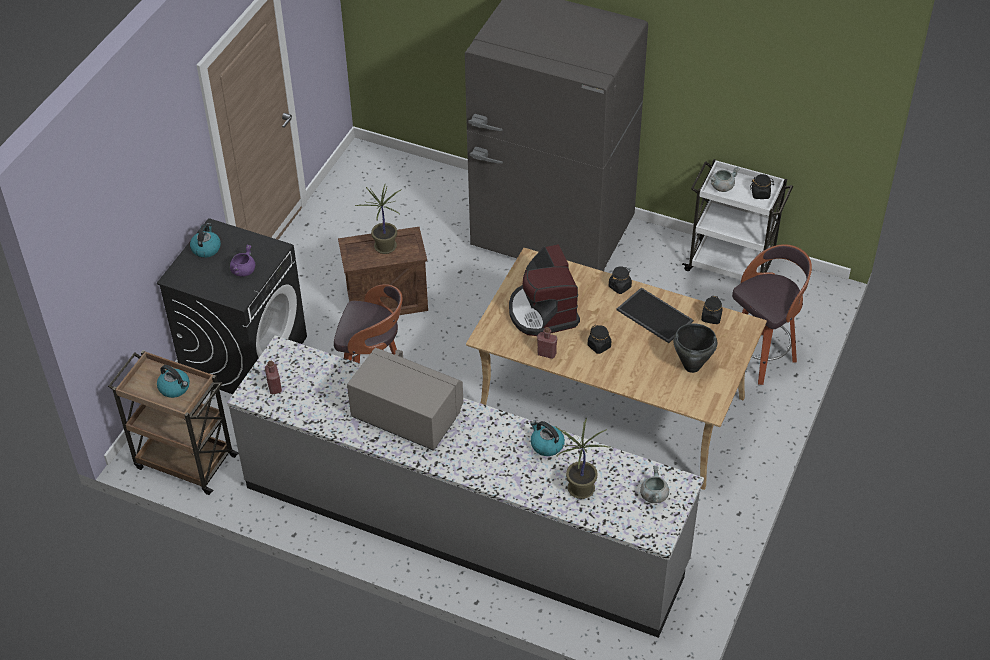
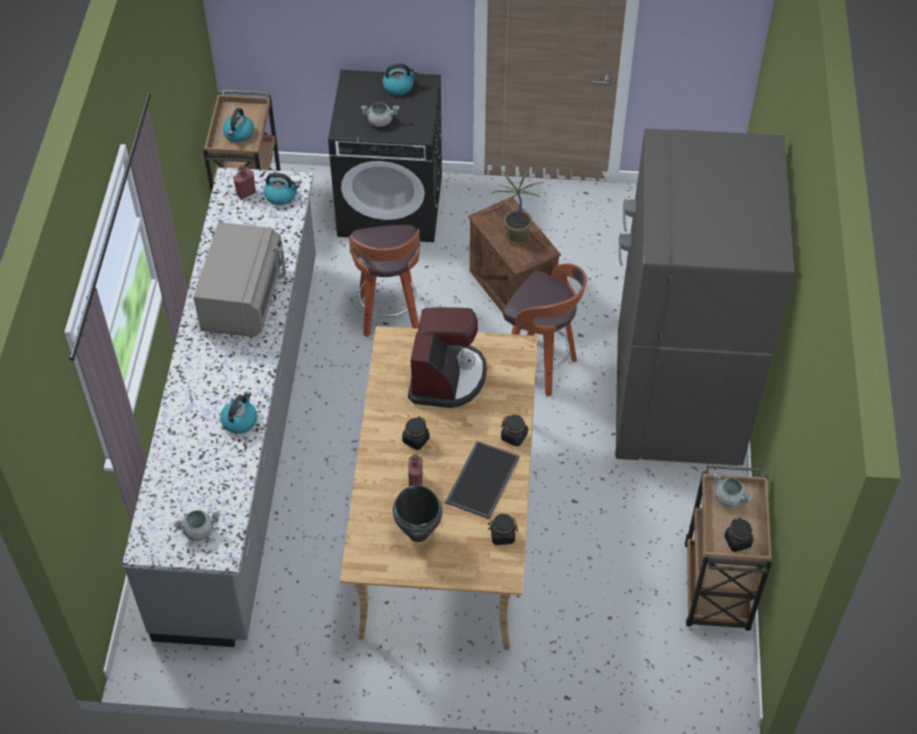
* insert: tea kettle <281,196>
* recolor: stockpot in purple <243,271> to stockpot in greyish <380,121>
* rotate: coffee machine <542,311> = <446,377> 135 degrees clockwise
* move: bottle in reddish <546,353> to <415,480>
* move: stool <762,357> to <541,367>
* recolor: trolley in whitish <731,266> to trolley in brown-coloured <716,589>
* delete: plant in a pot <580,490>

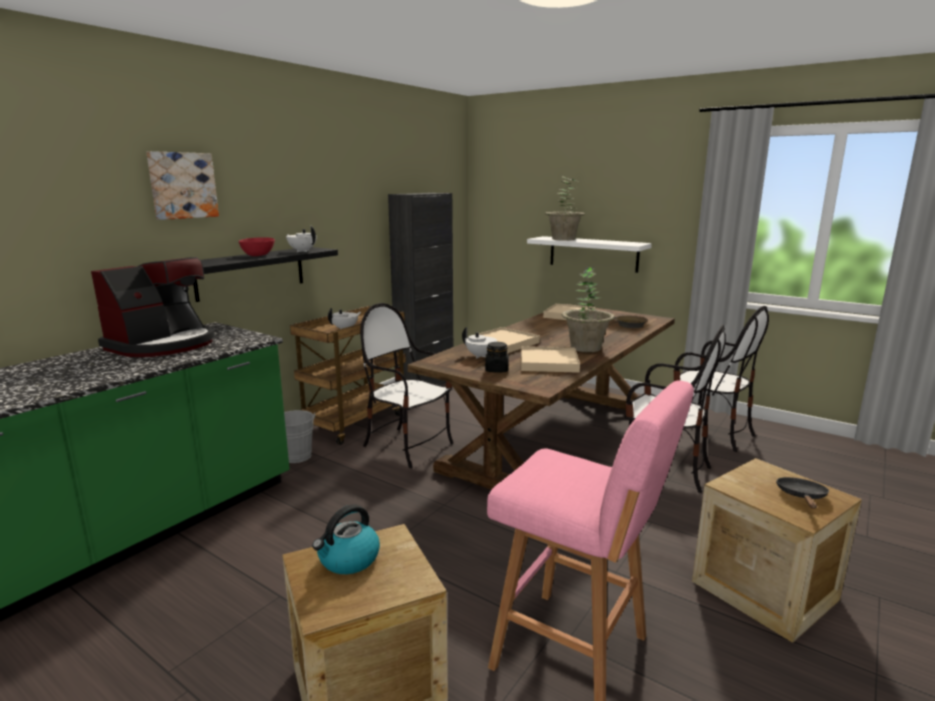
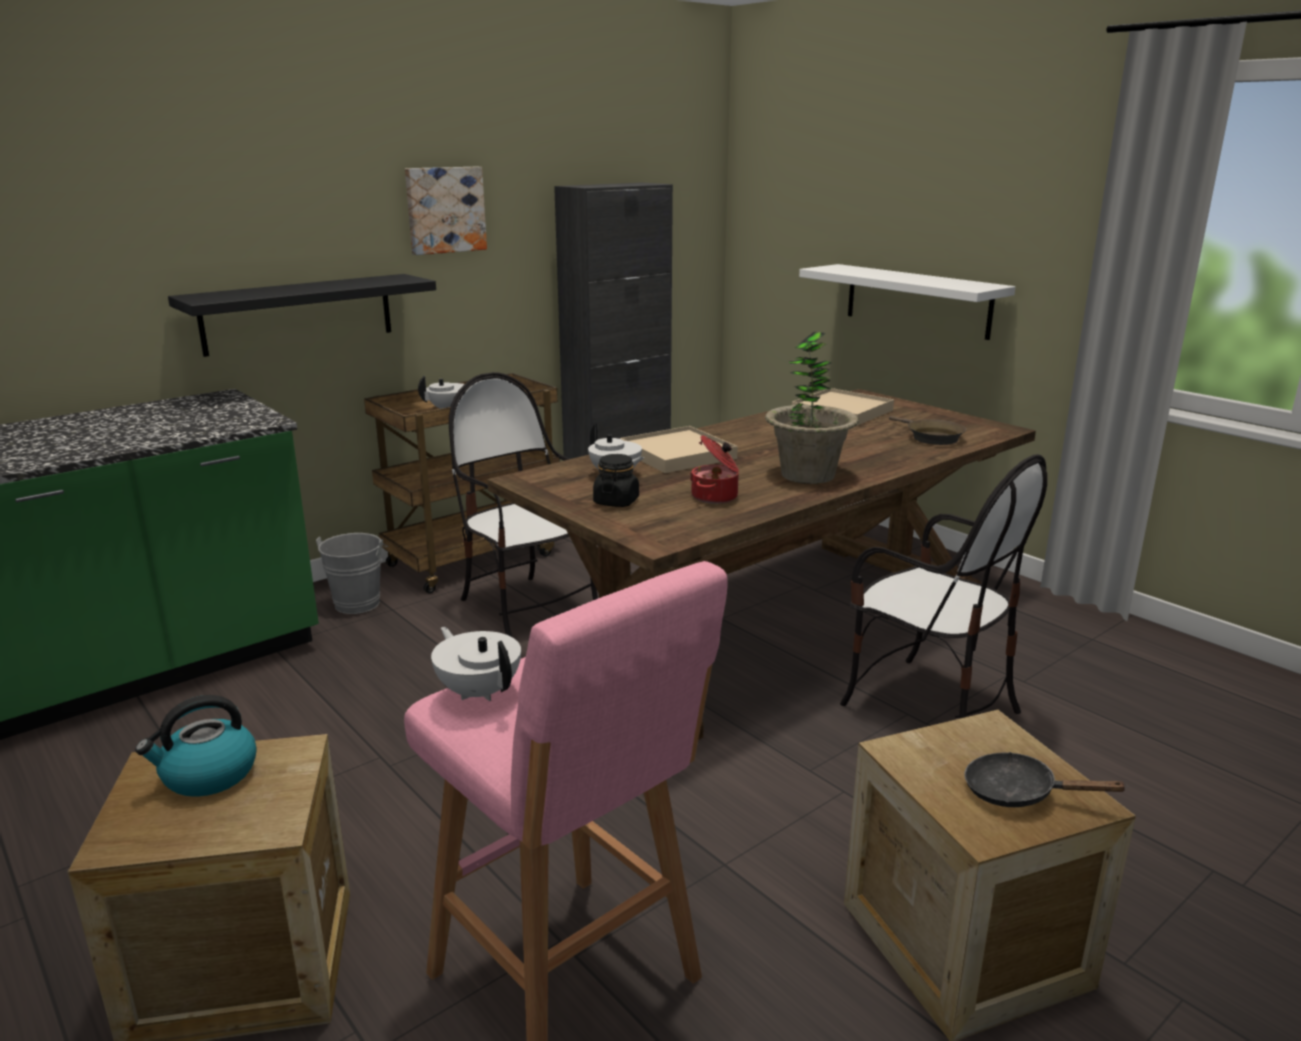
* move: picture <182,185> to <444,210>
* move: teapot in whitish <302,251> to <479,691>
* replace: serving tray in beige-coloured <549,363> to stockpot <716,497>
* rotate: skillet in black <801,497> = <1018,793> 105 degrees counterclockwise
* delete: coffee machine <163,345>
* delete: bowl in reddish <258,255>
* delete: plant in a pot <563,239>
* delete: plain chair <709,433>

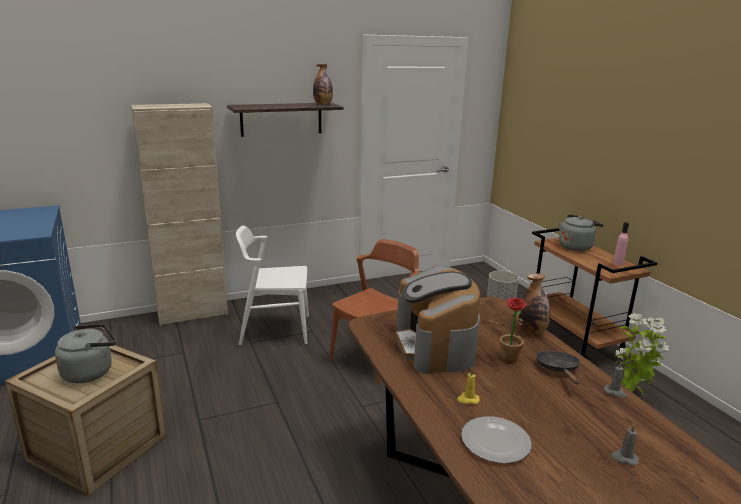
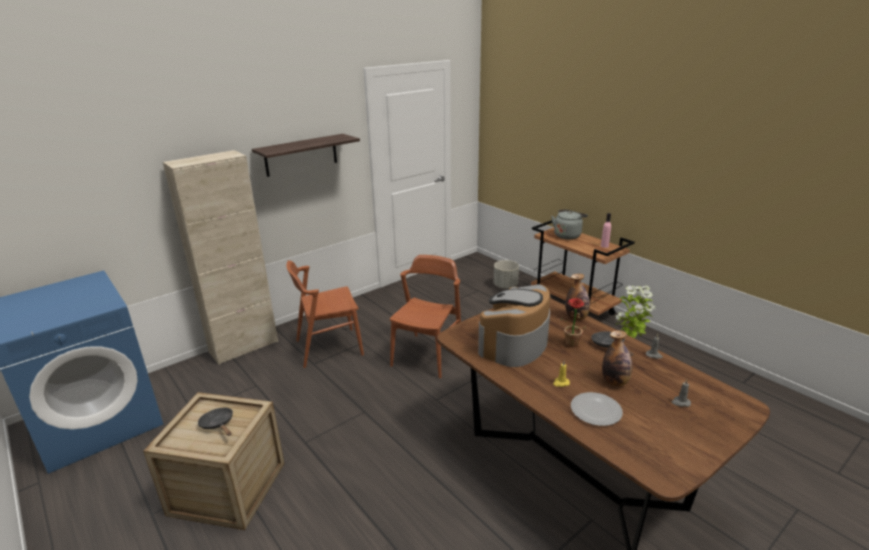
* replace: tea kettle in greyish <90,372> to skillet in black <218,424>
* recolor: plain chair in whitish <275,329> to plain chair in brown-coloured <329,347>
* rotate: coffee machine <435,346> = <514,344> 60 degrees clockwise
* move: bottle <323,104> to <615,382>

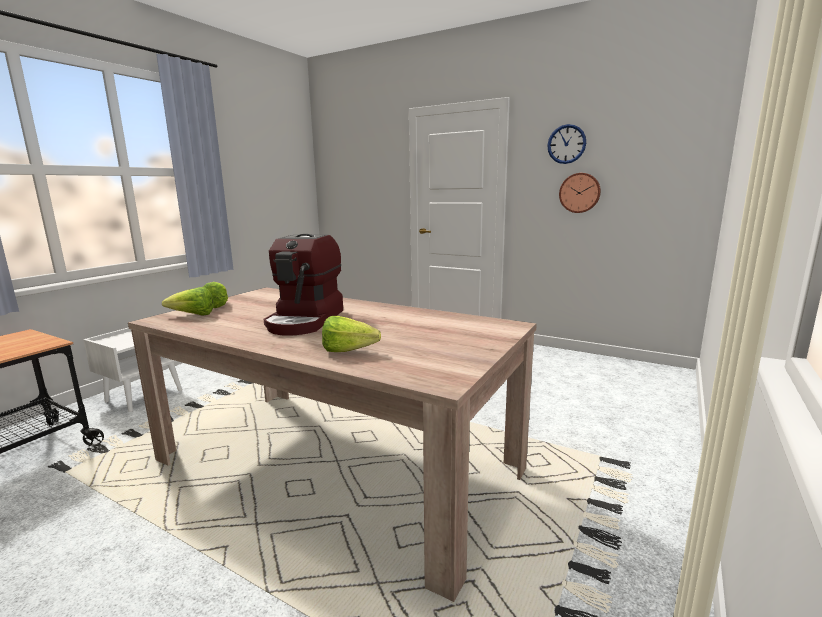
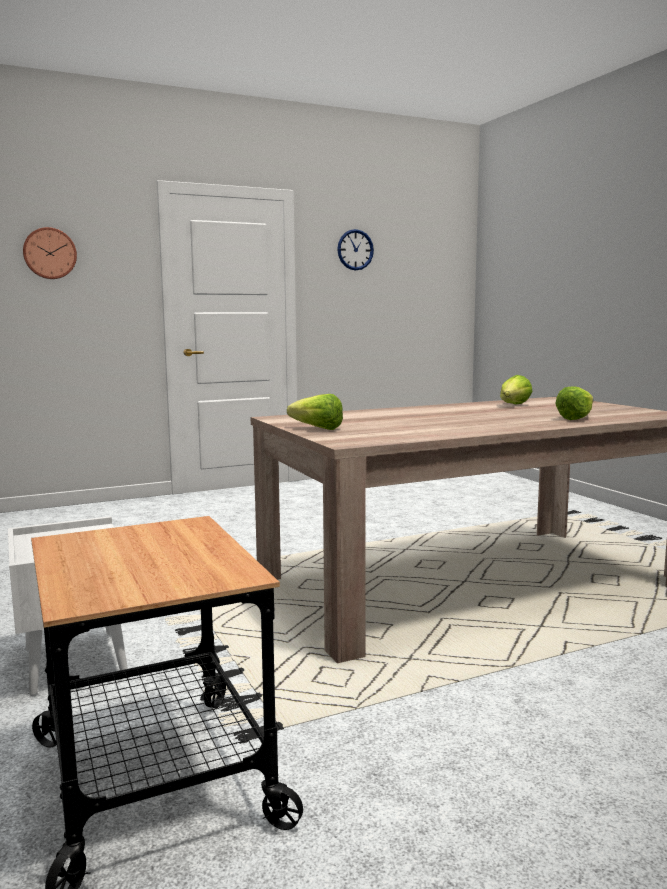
* move: clock on the wall <580,193> to <49,253>
* move: lettuce <193,315> to <514,405>
* delete: coffee machine <306,320>

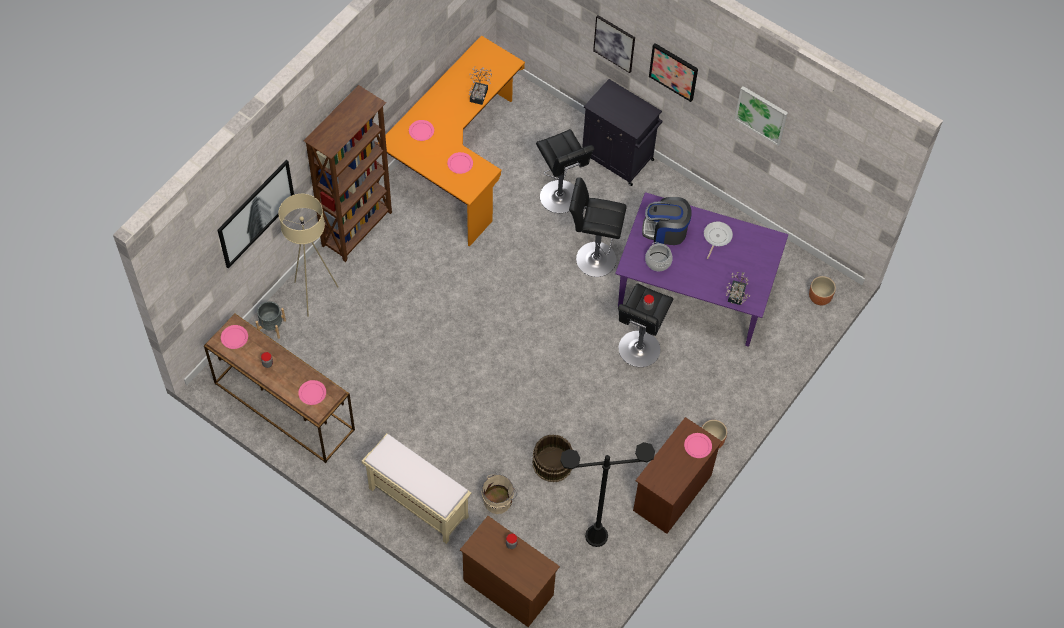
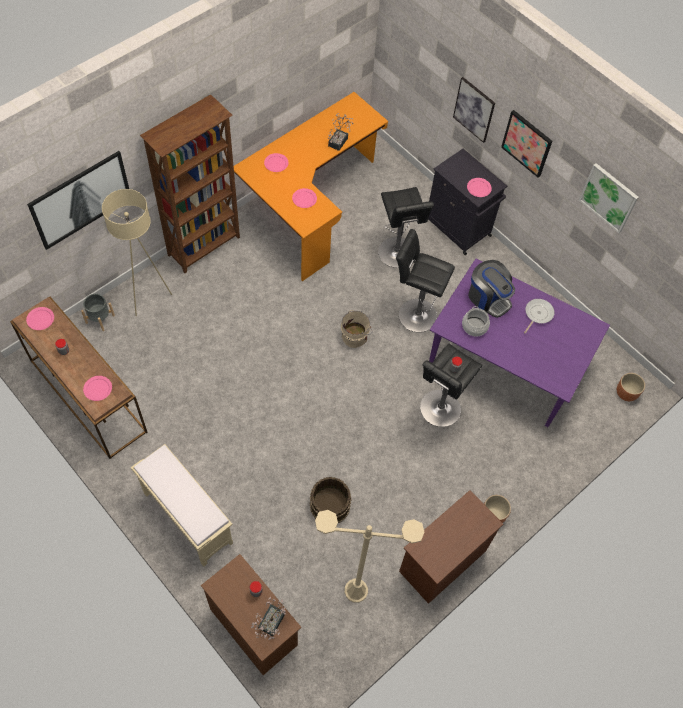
* move: plant in a pot <735,297> to <269,624>
* recolor: standing lamp in black <596,536> to standing lamp in beige-coloured <356,590>
* move: pail in beige-coloured <498,500> to <355,336>
* move: plate in pink-coloured <698,446> to <479,188>
* rotate: coffee machine <665,231> = <488,298> 150 degrees counterclockwise

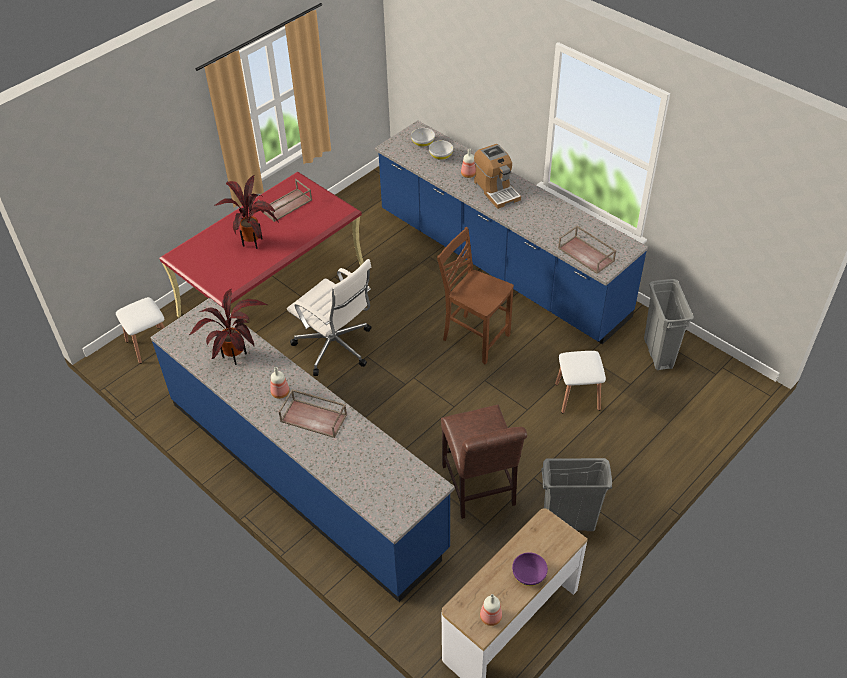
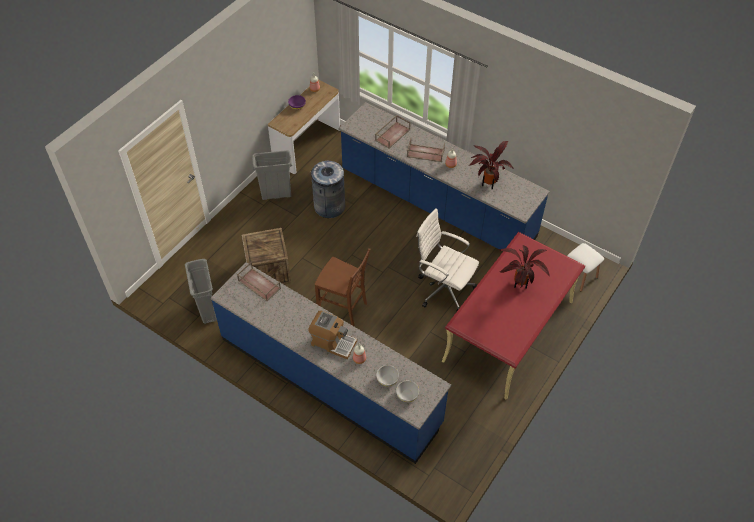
* replace: stool in whitish <577,396> to packing crate <268,270>
* rotate: coffee machine <496,190> = <333,342> 150 degrees clockwise
* replace: plain chair in brown-coloured <479,489> to trash can in greyish <329,206>
* move: serving tray in brown-coloured <285,205> to <392,134>

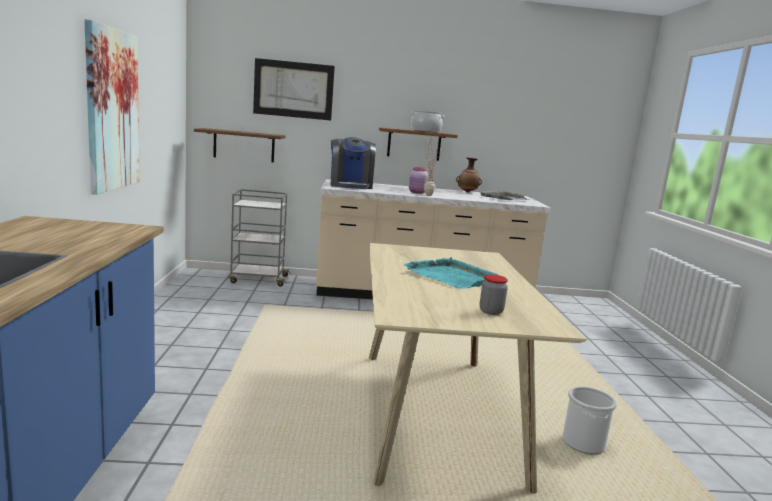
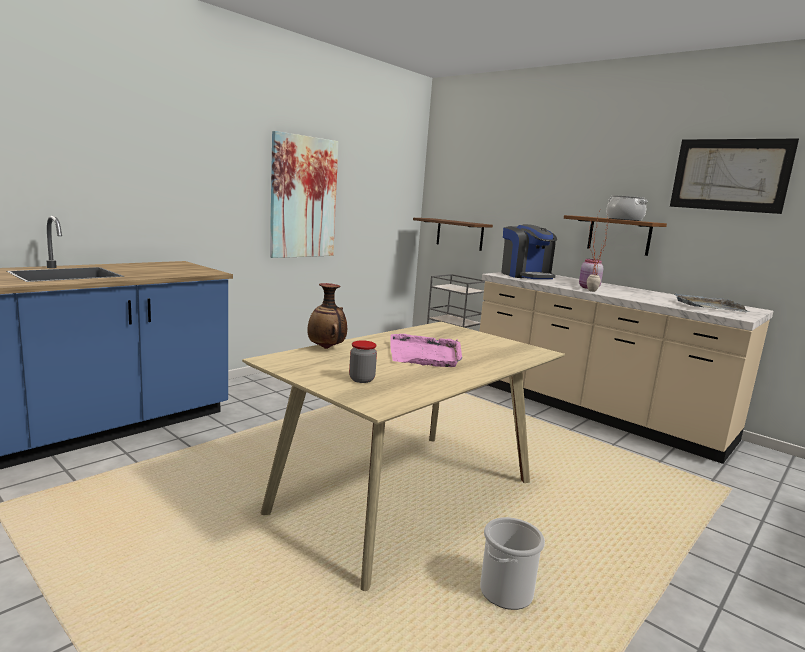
* move: flower vase <467,192> to <327,348>
* recolor: serving tray in turquoise <452,276> to serving tray in pink-coloured <425,354>
* rotate: coffee machine <350,186> = <526,276> 60 degrees counterclockwise
* move: picture <293,89> to <729,175>

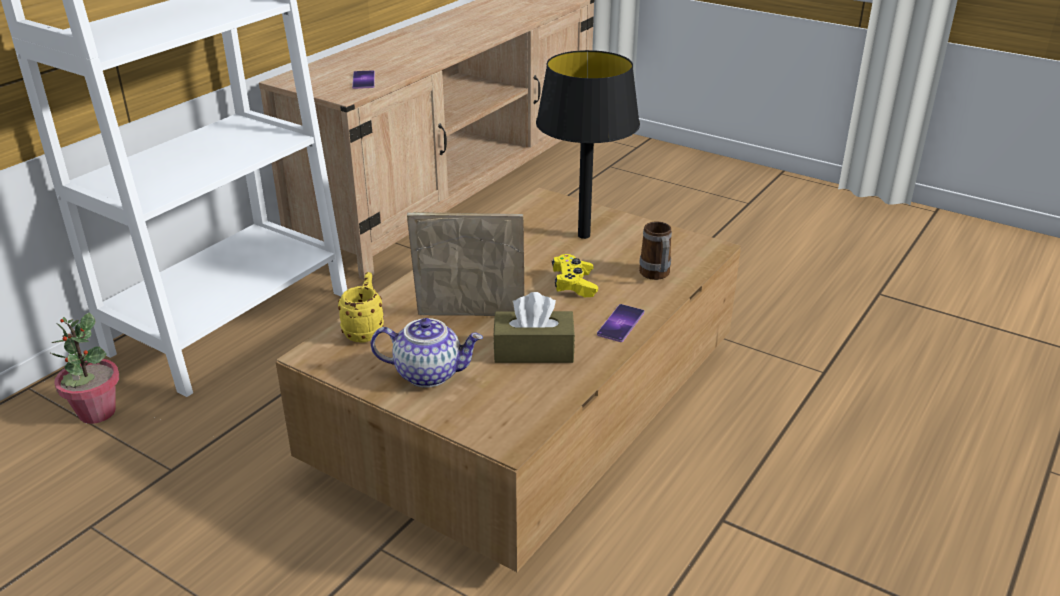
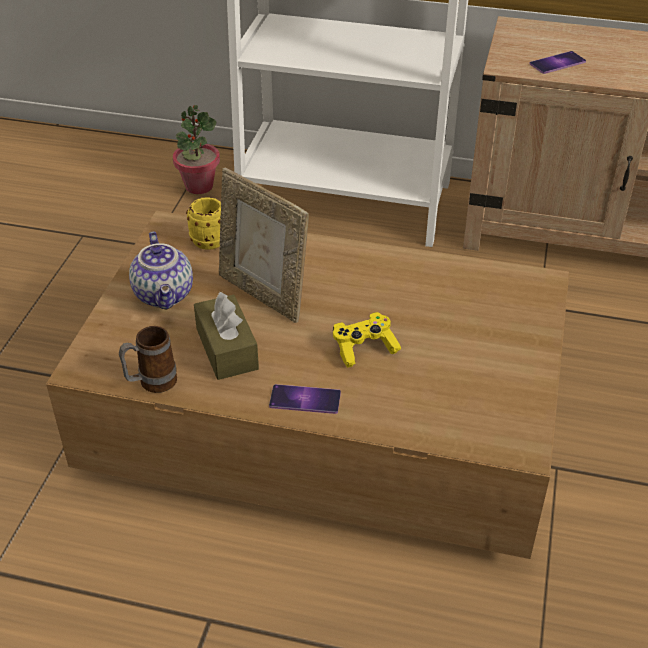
* move: tea mug <656,276> to <151,383>
* rotate: standing frame <470,319> = <263,294> 150 degrees clockwise
* delete: table lamp in black <583,235>

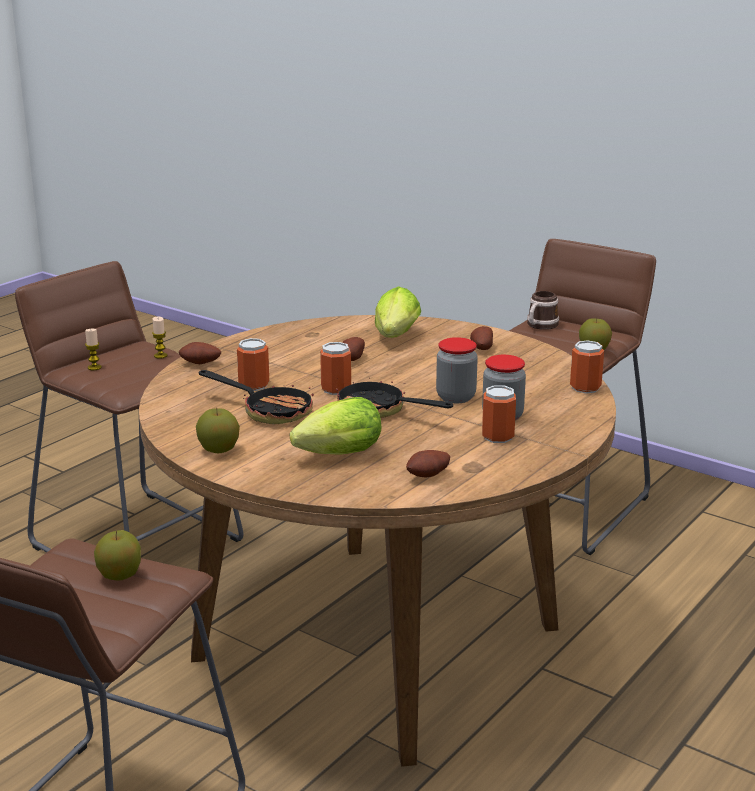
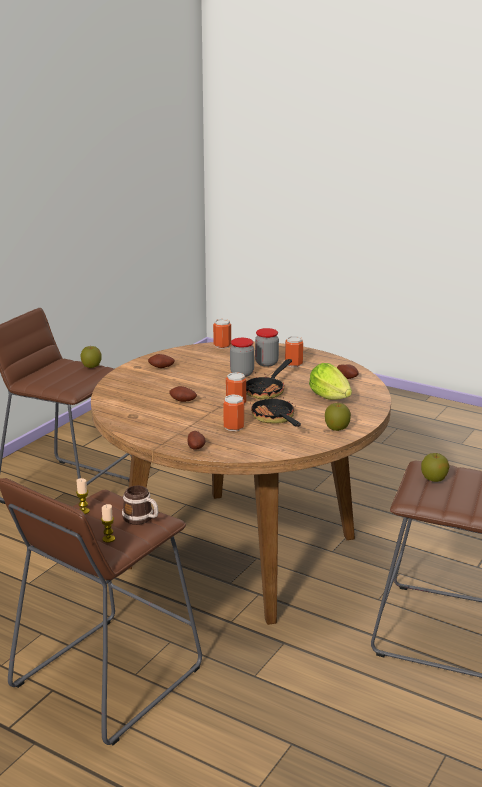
* move: tea mug <540,326> to <141,518>
* rotate: skillet <269,411> = <275,419> 45 degrees counterclockwise
* delete: lettuce <395,338>

